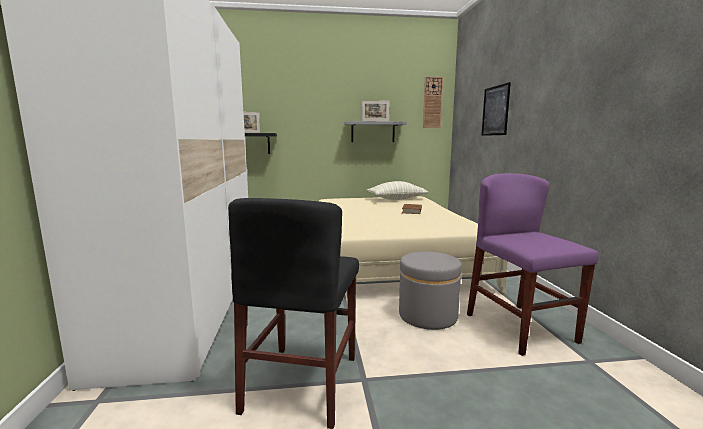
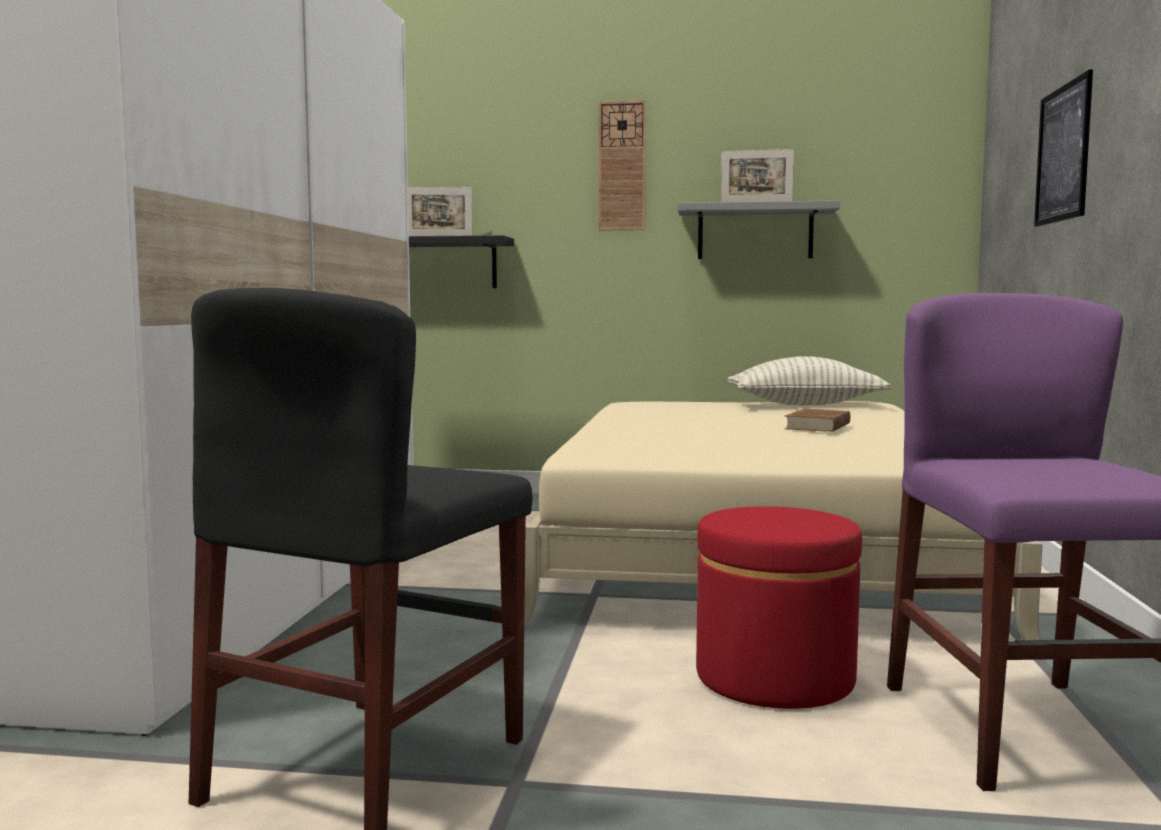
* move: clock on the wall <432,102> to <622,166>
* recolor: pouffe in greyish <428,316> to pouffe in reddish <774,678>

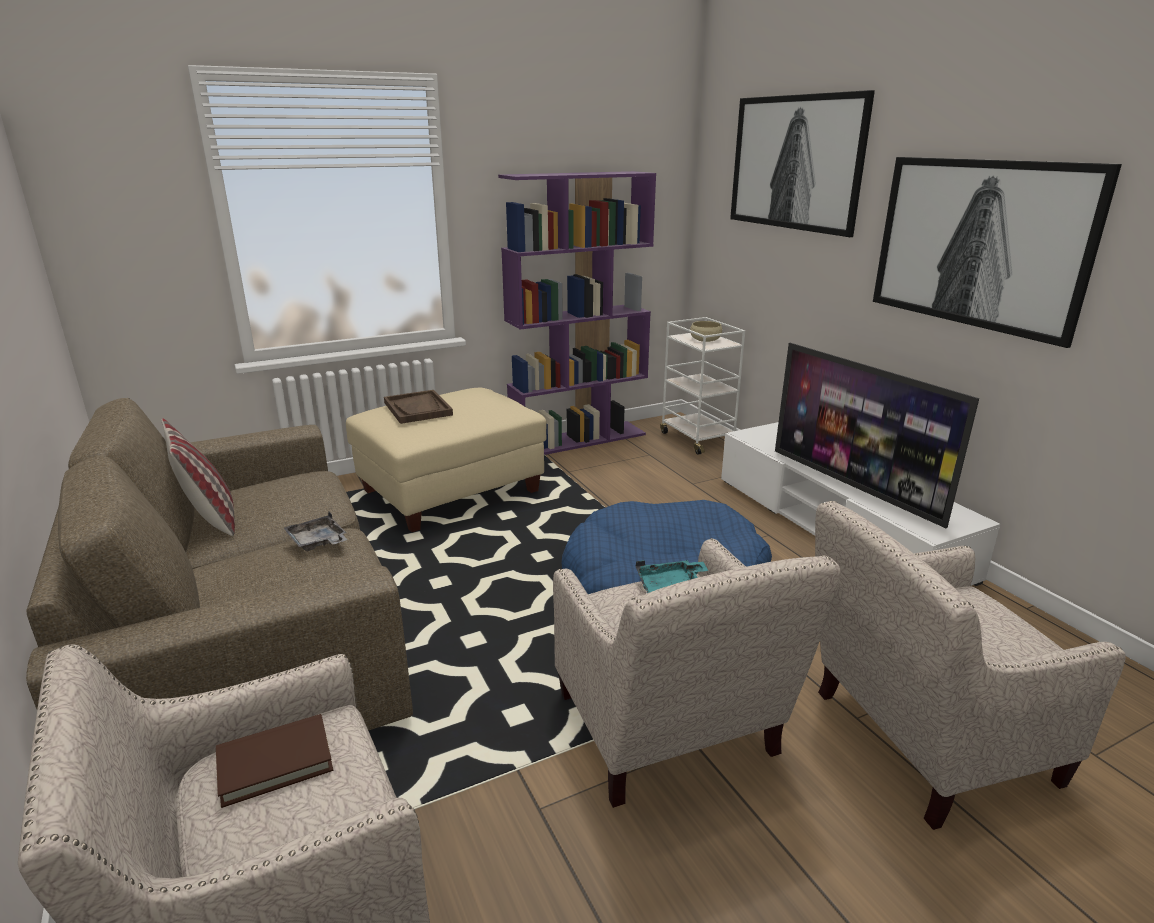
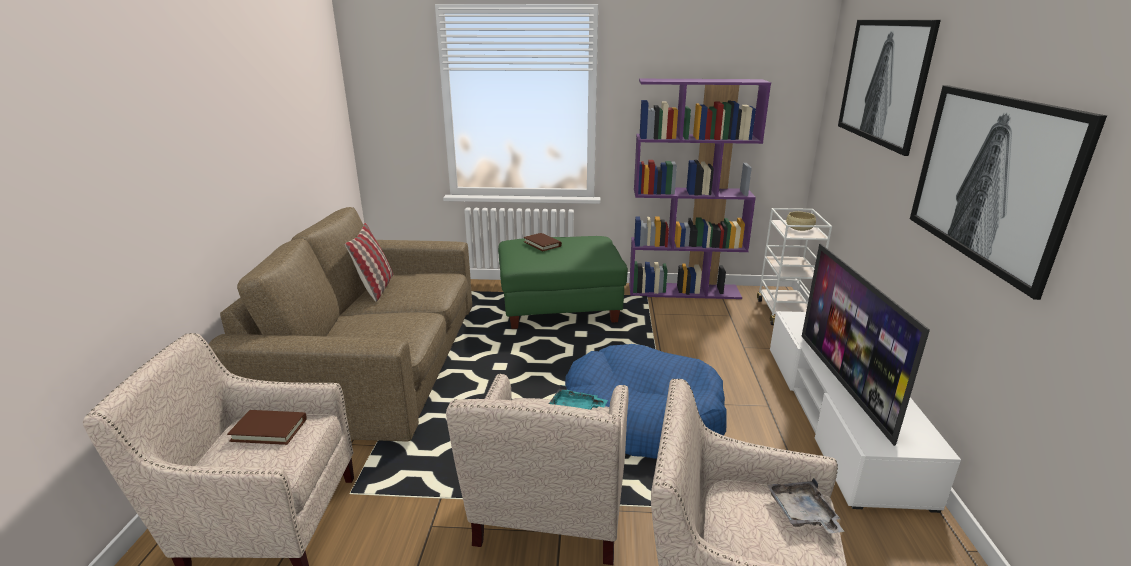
* recolor: pouffe in beige-coloured <451,492> to pouffe in greenish <560,308>
* replace: serving tray in brown-coloured <418,409> to bound book in brown-coloured <542,244>
* move: serving tray in greyish <318,542> to <802,514>

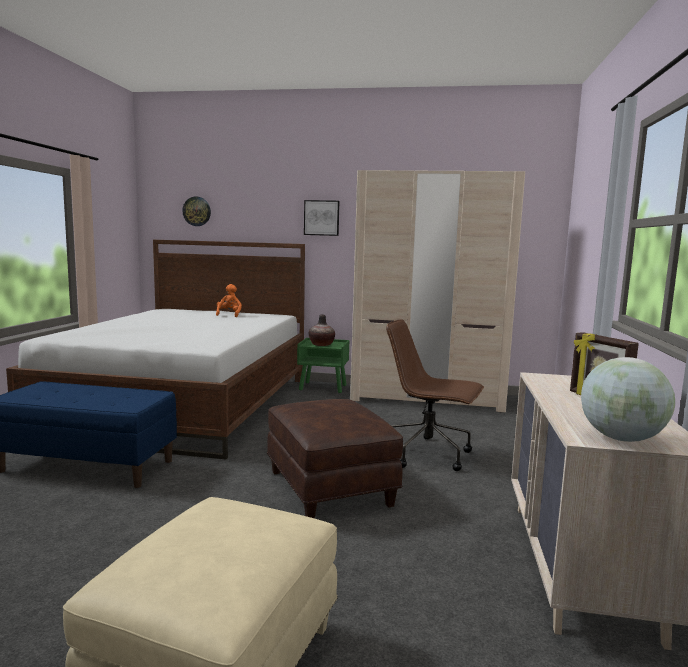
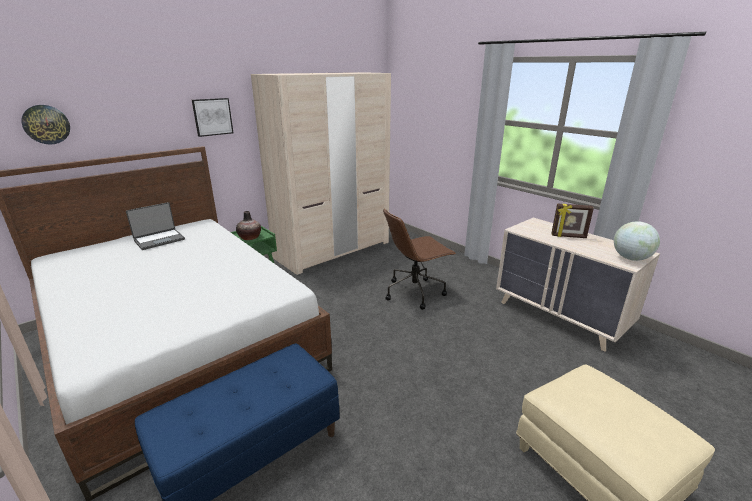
* replace: cuddly toy in orangey <229,315> to laptop <159,240>
* delete: pouffe in brown-coloured <331,488>

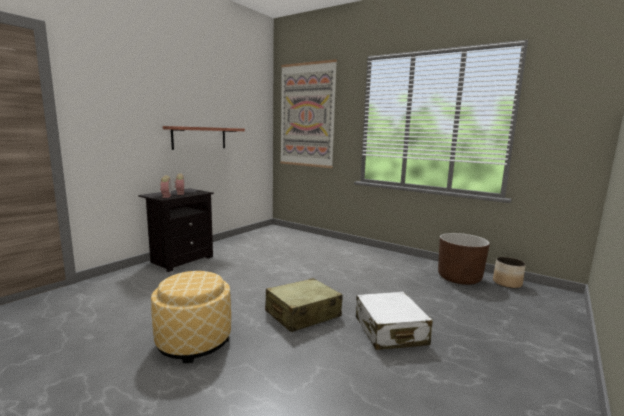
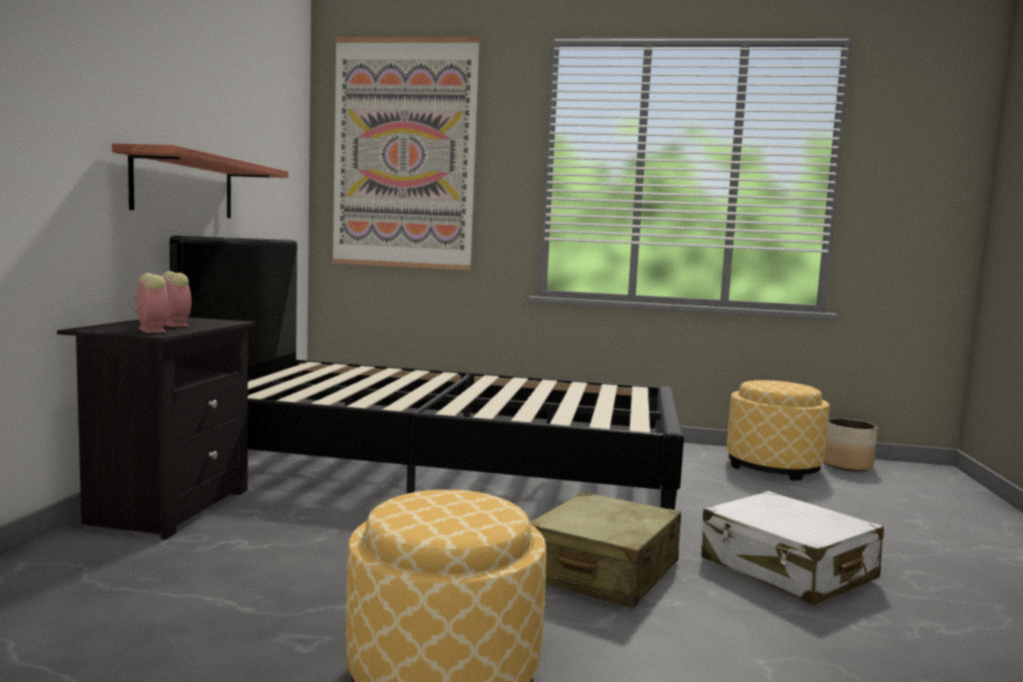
* insert: sleeping bed in black <441,467>
* replace: flower pot in brown-coloured <459,278> to pouffe <773,466>

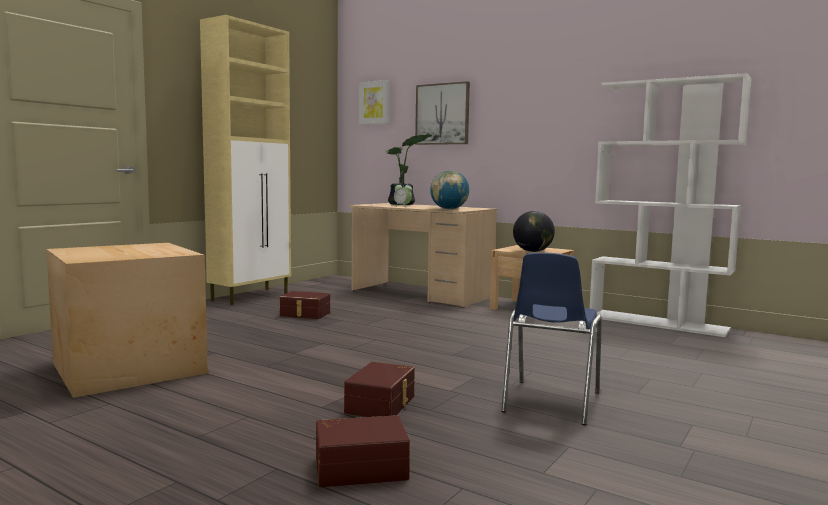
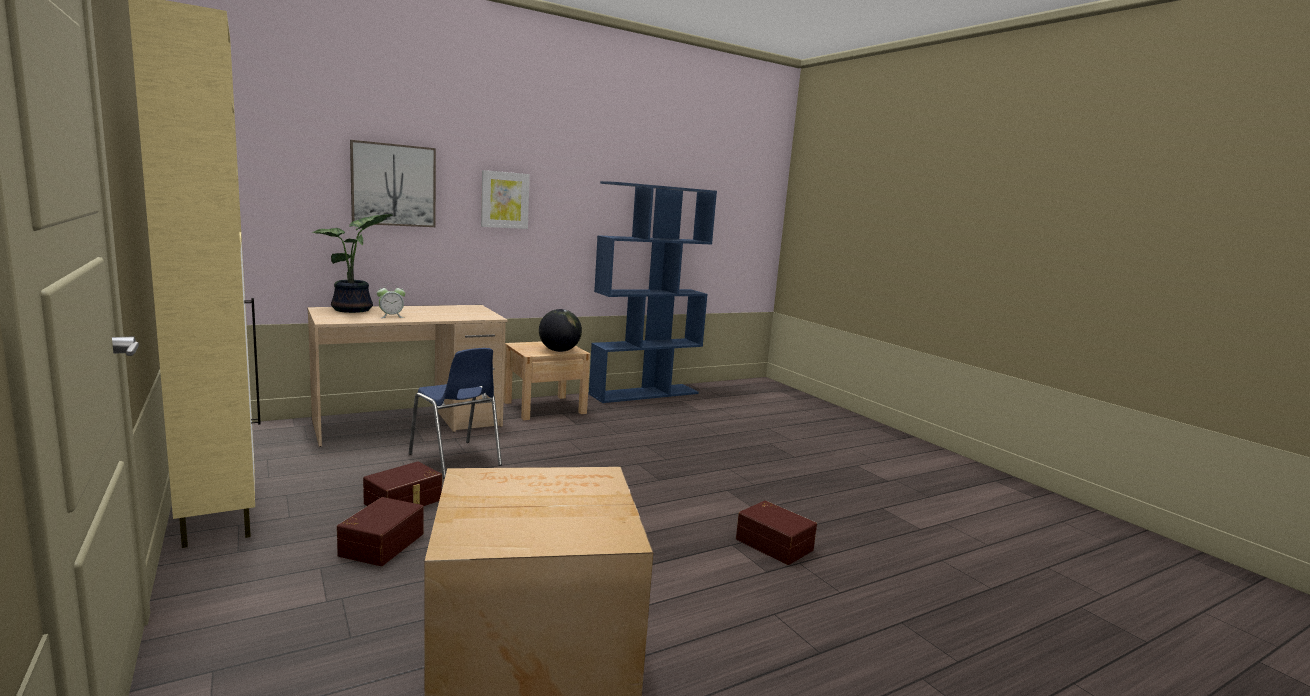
* move: storage bin in brown-coloured <360,467> to <380,544>
* move: plain chair in blue-coloured <550,402> to <455,460>
* move: picture <374,102> to <504,200>
* recolor: bookcase in whitish <658,323> to bookcase in blue-coloured <644,393>
* delete: world globe <449,209>

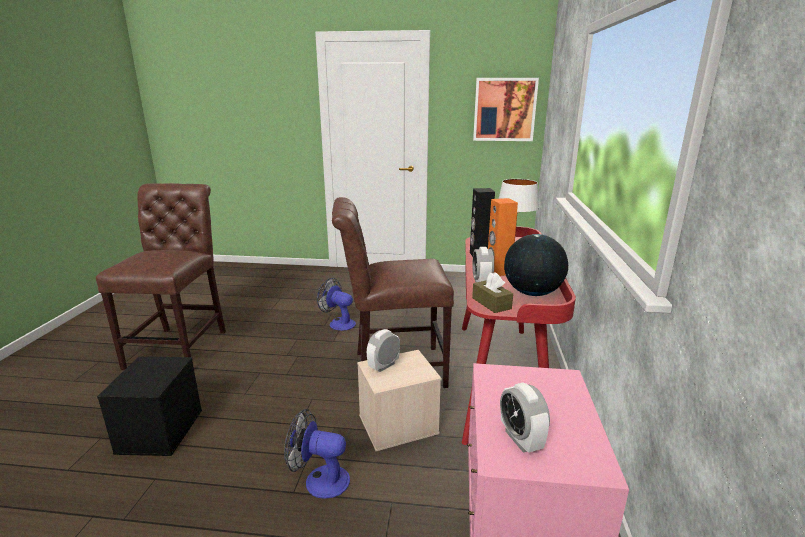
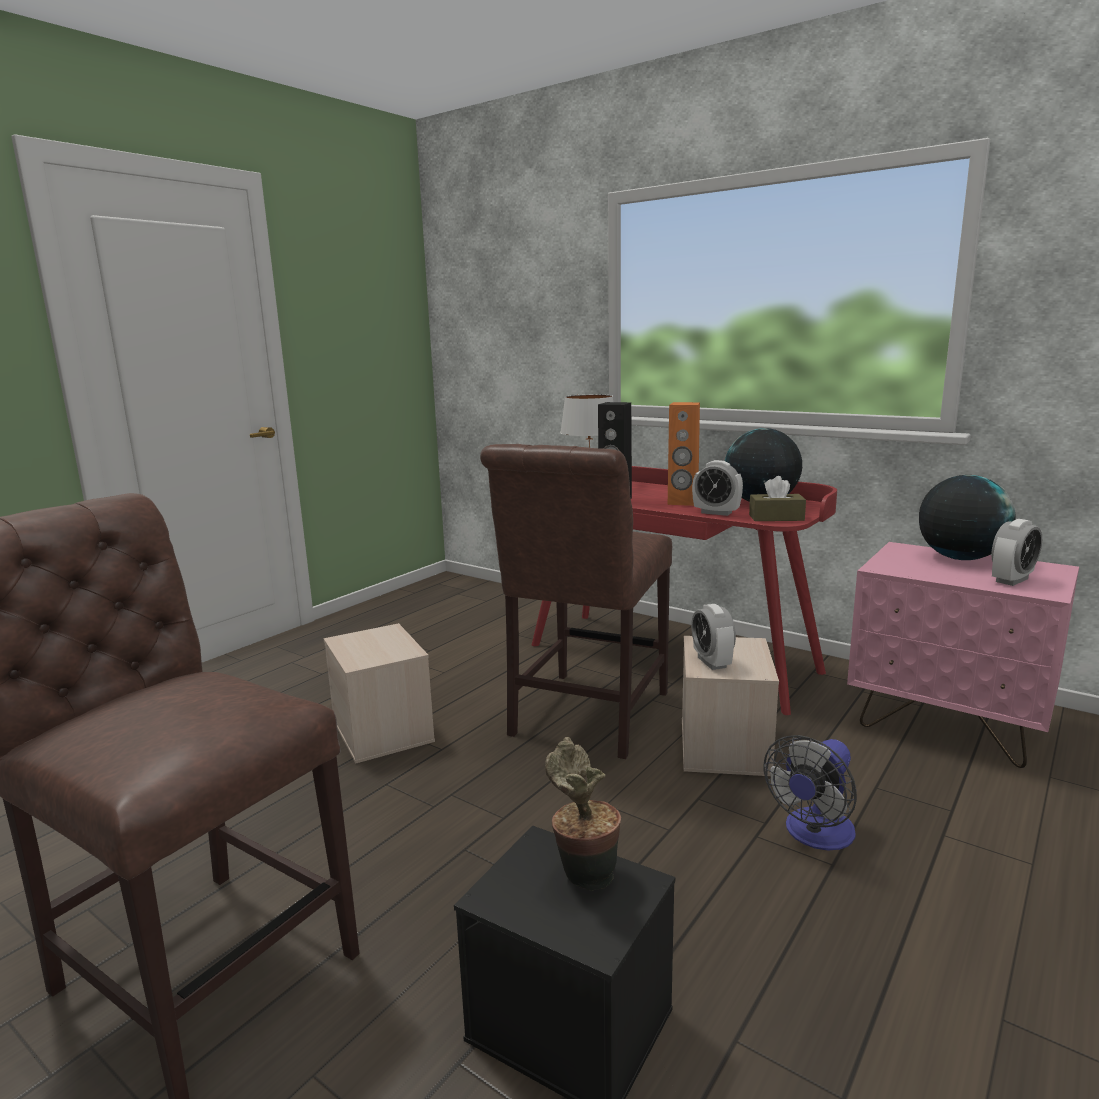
* replace: fan <338,323> to storage bin in beige-coloured <384,731>
* insert: plant in a pot <583,874>
* insert: world globe <960,558>
* rotate: bedside clock <520,439> = <1011,580> 45 degrees counterclockwise
* delete: picture <504,109>

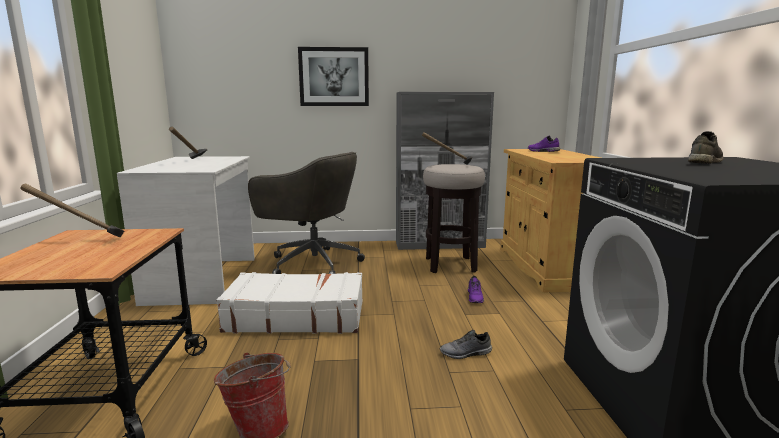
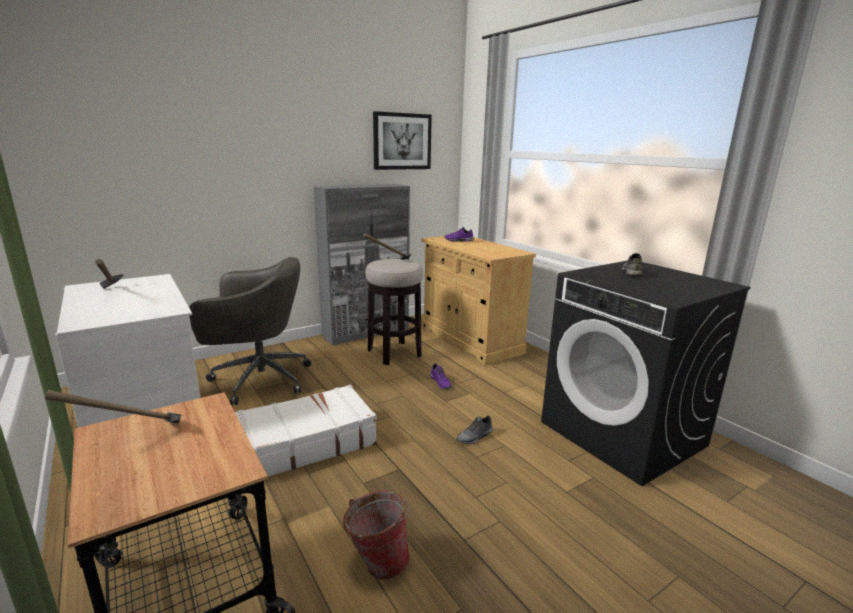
* move: picture <334,77> to <402,141>

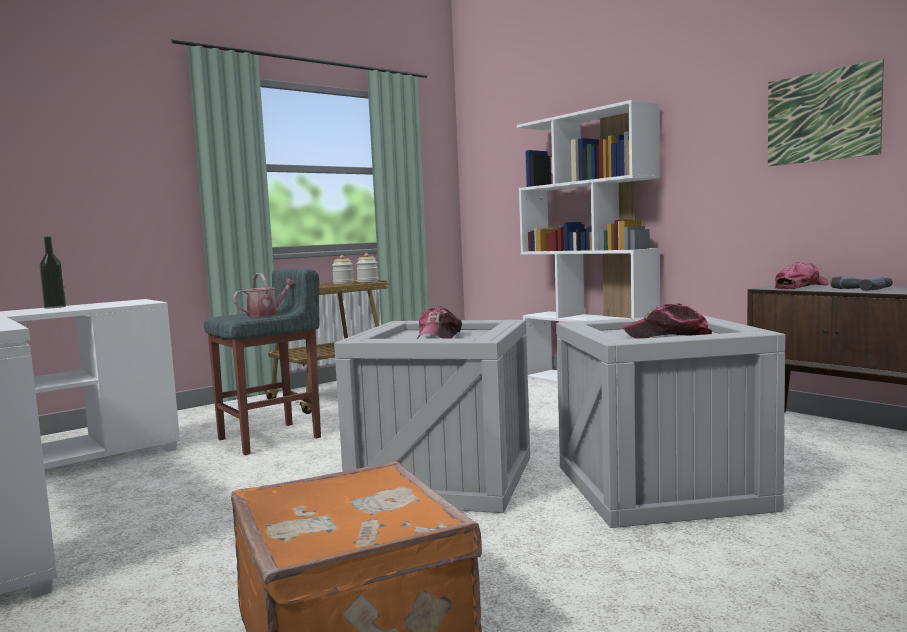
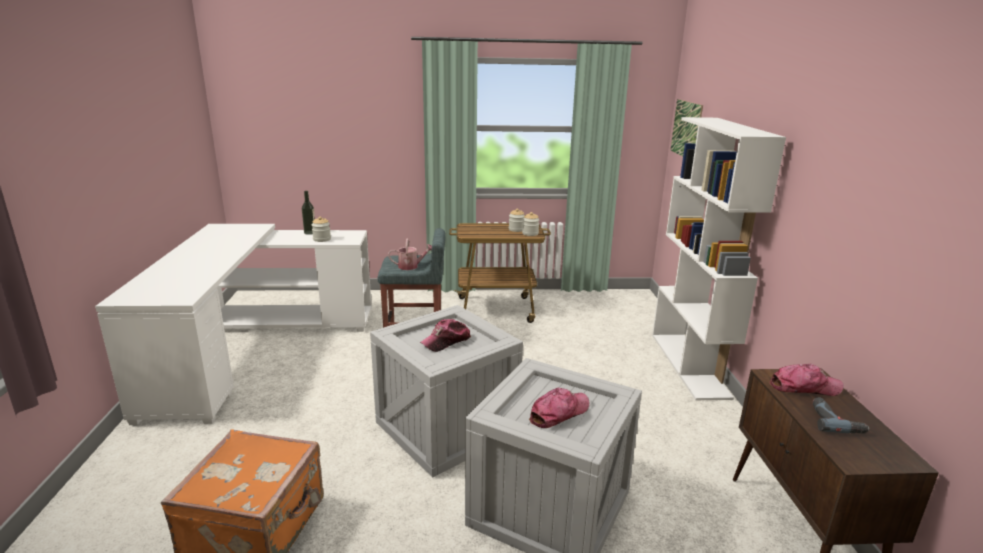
* insert: jar <322,239>
* rotate: cap <667,336> = <559,413> 90 degrees clockwise
* move: picture <822,116> to <686,129>

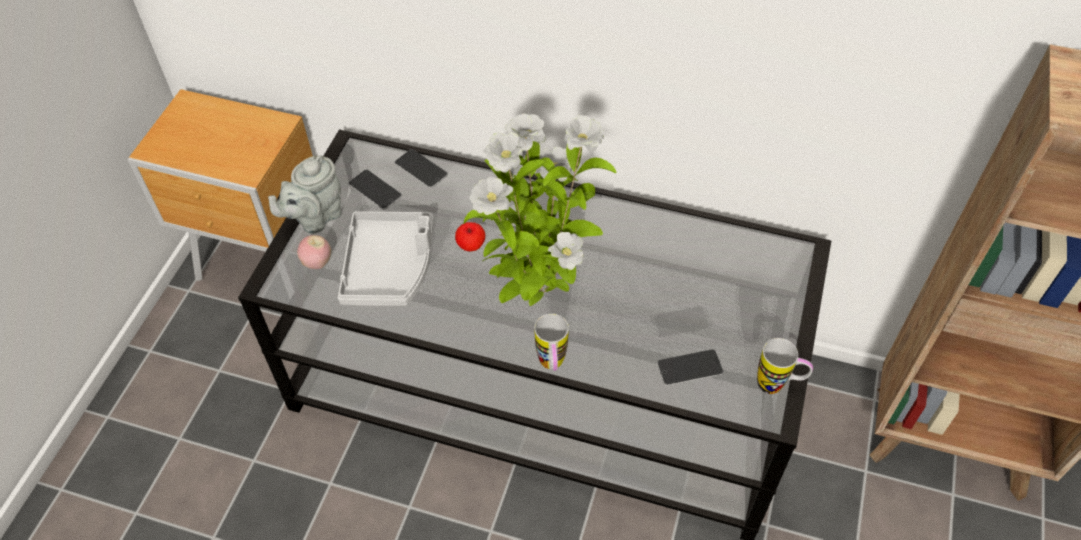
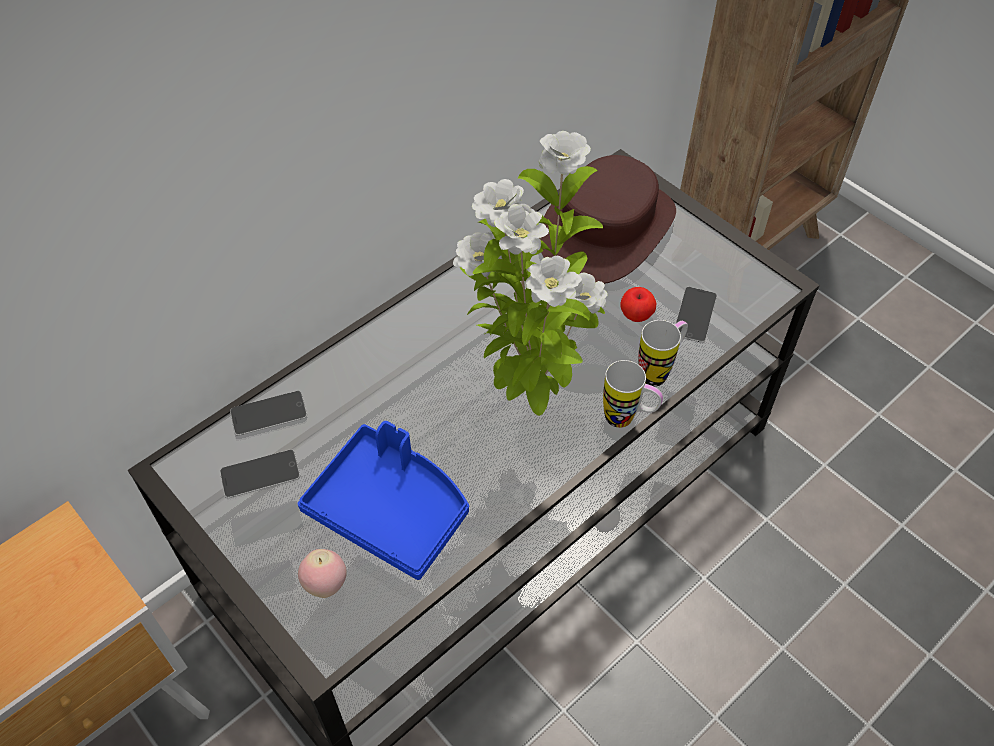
* recolor: serving tray in greyish <389,267> to serving tray in blue-coloured <390,509>
* insert: wearable hat in brown-coloured <606,228>
* move: whole apple <471,245> to <636,315>
* move: tea mug <778,386> to <659,371>
* delete: teapot in greyish <315,217>

